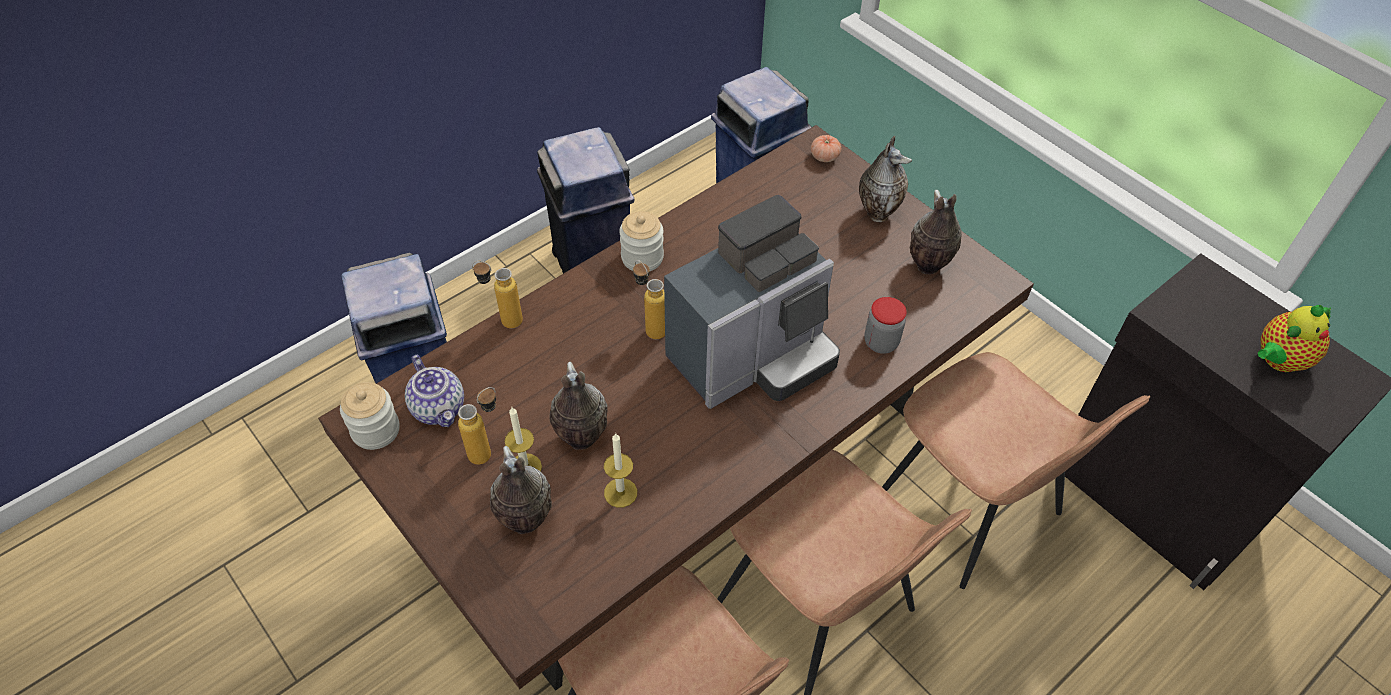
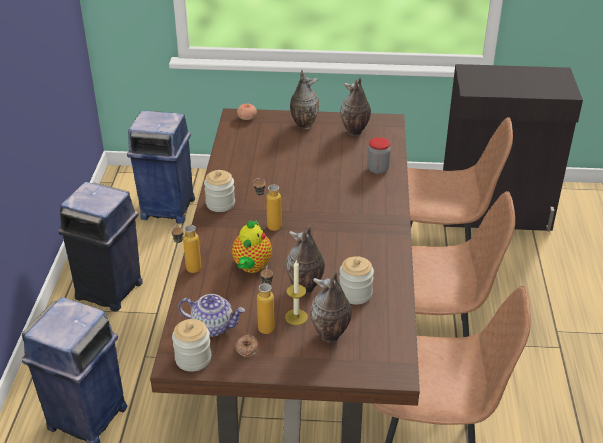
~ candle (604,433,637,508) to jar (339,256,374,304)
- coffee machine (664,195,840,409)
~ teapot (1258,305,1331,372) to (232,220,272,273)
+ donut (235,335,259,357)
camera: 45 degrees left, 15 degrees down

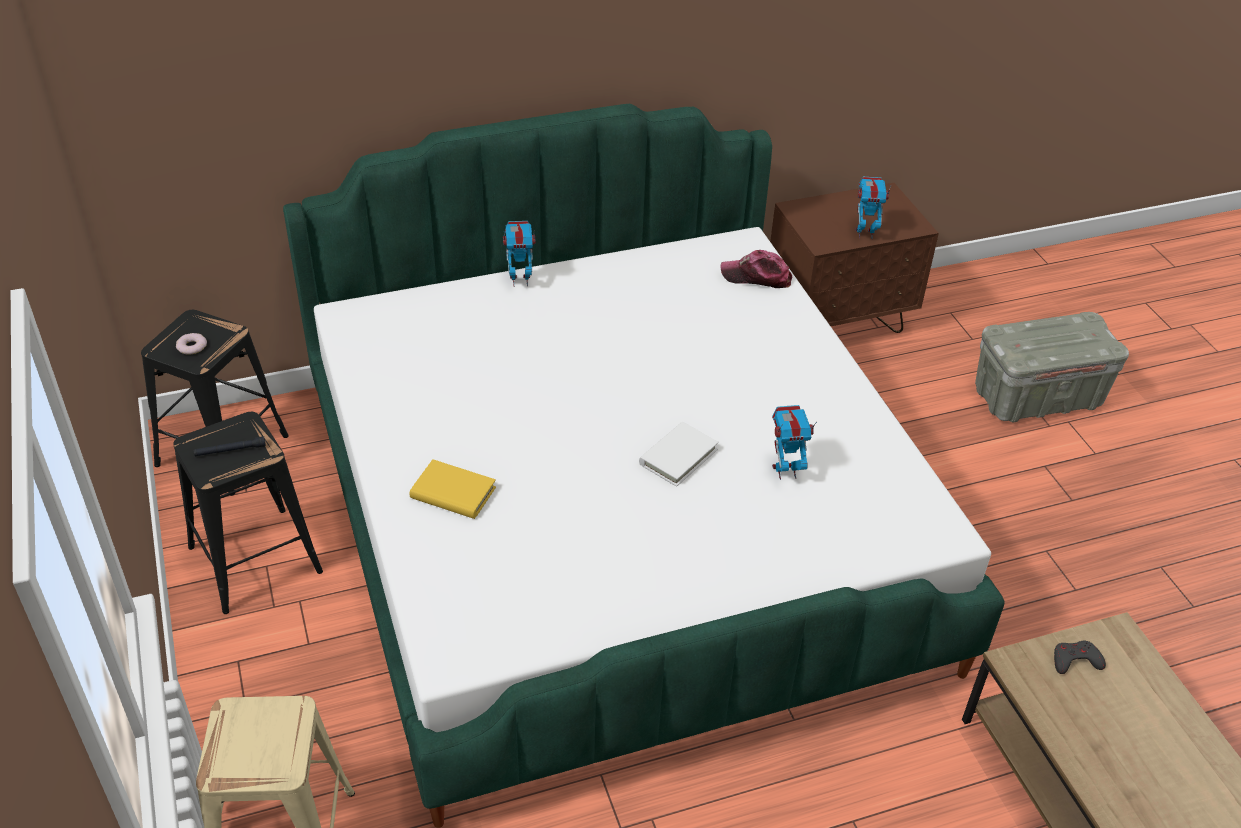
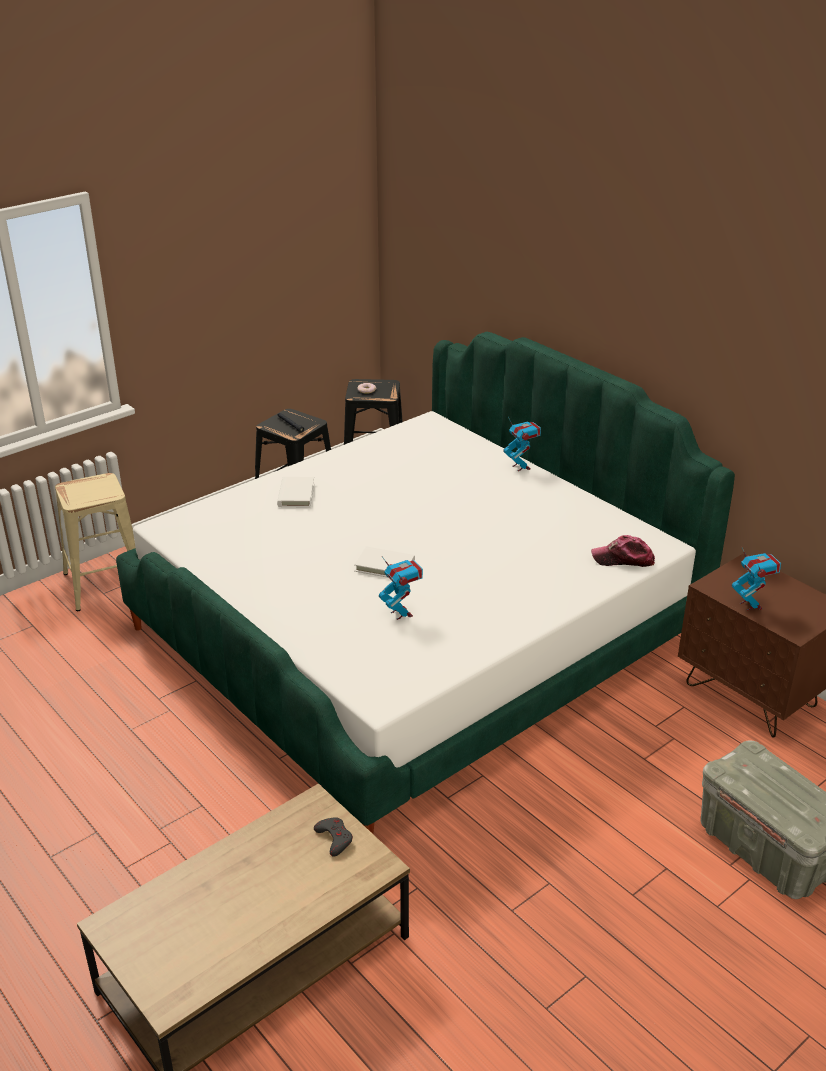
~ yellow book (410,459,496,519) to white book (277,477,315,507)
~ cap (720,250,792,288) = (591,535,655,567) 75 degrees counterclockwise
camera: 70 degrees right, 10 degrees down

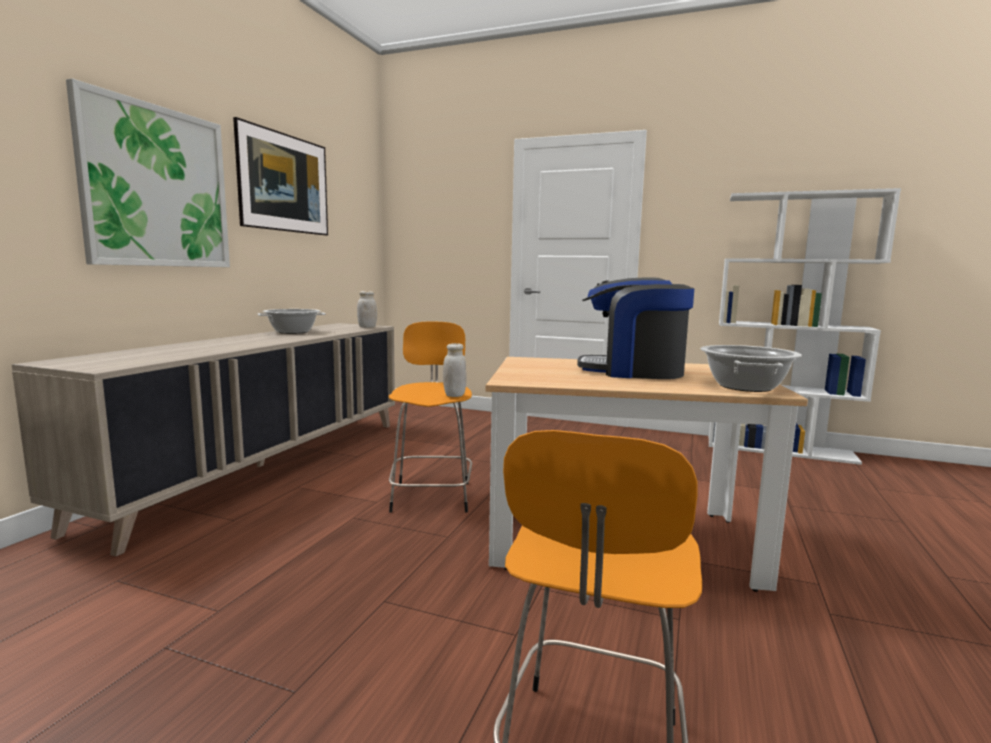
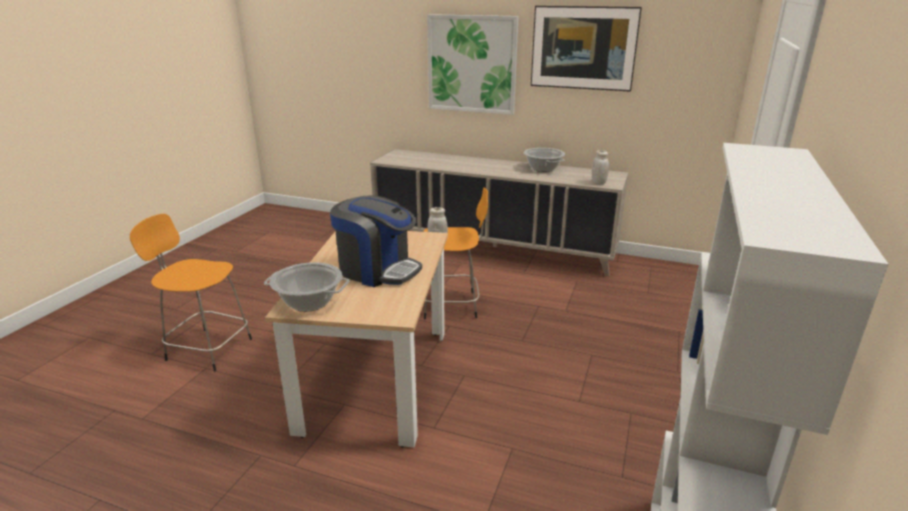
~ coffee machine (577,278,694,379) = (330,195,422,287) 105 degrees clockwise
camera: 90 degrees right, 15 degrees up

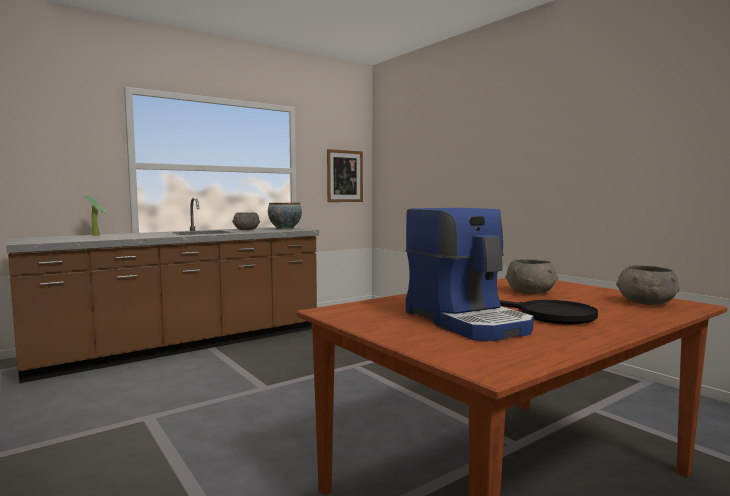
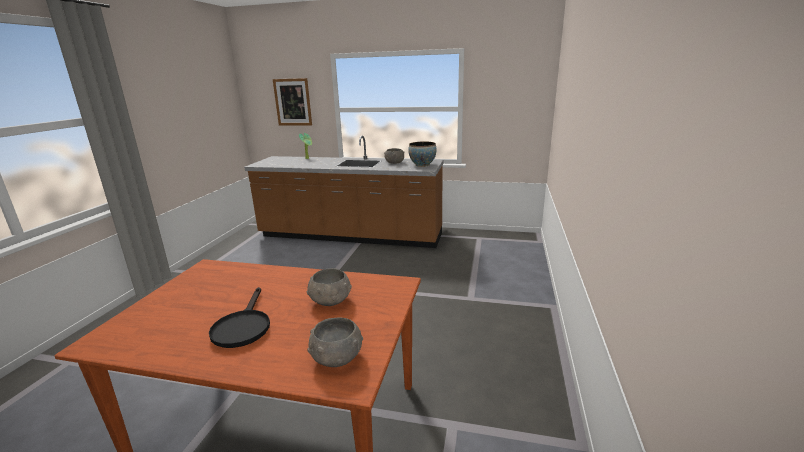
~ picture (327,149,363,202) to (273,78,312,125)
- coffee machine (406,208,534,341)
camera: 50 degrees right, 15 degrees up

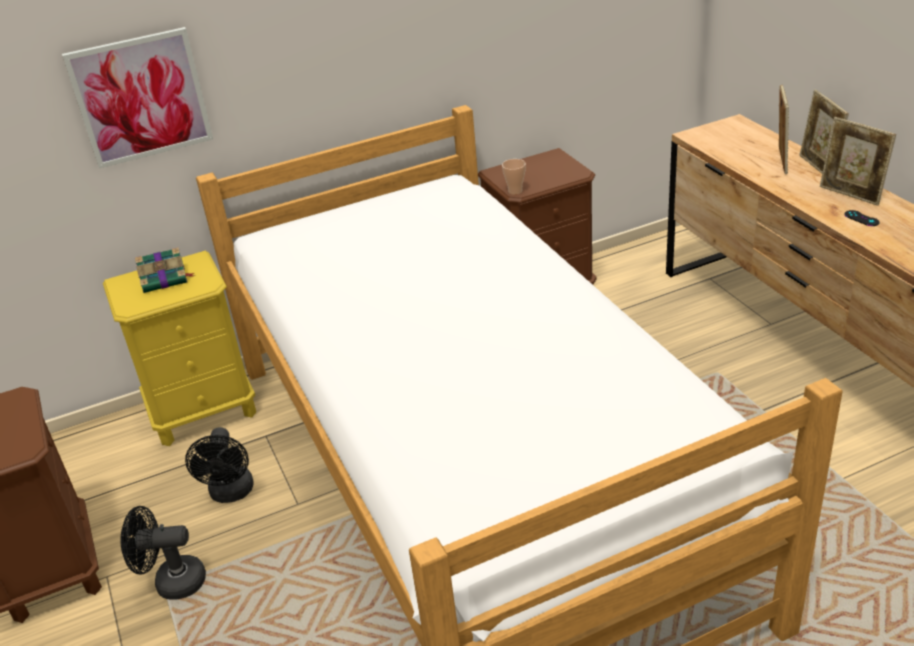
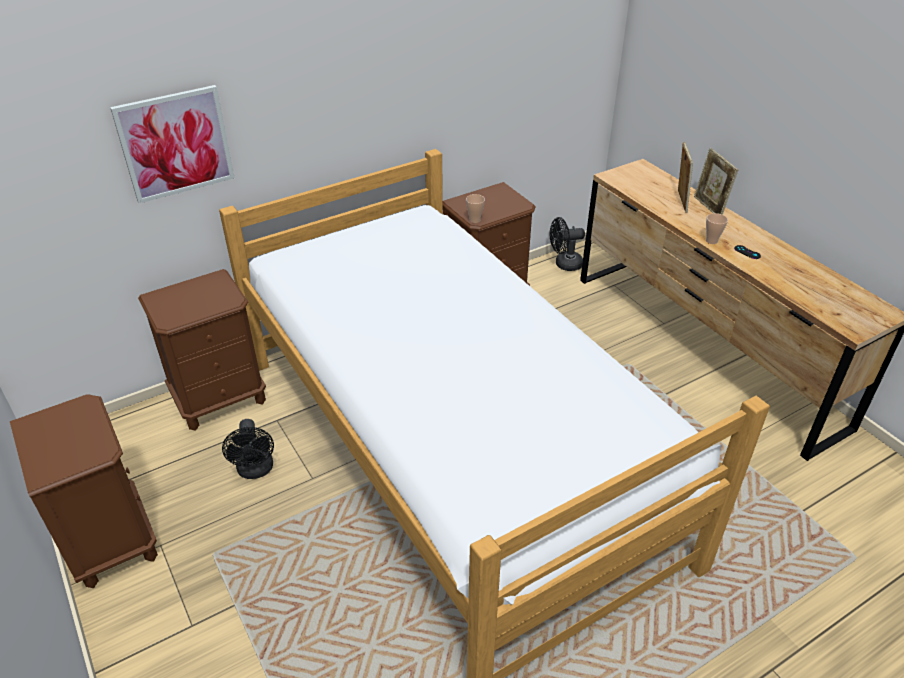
~ yellow nightstand (103,251,256,446) to brown nightstand (138,269,266,431)
~ black fan (120,506,206,600) to (550,217,585,271)
- book (135,247,195,293)
- picture frame (820,117,896,206)
+ cup (706,213,728,244)
camera: 10 degrees left, 5 degrees up

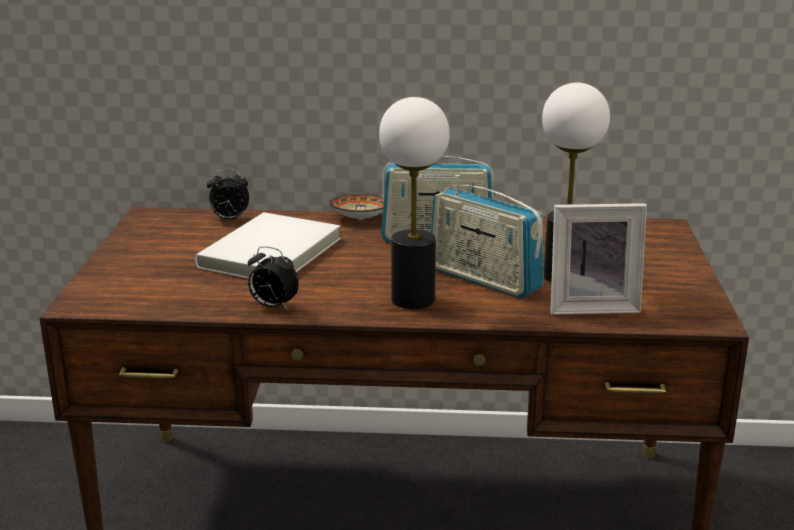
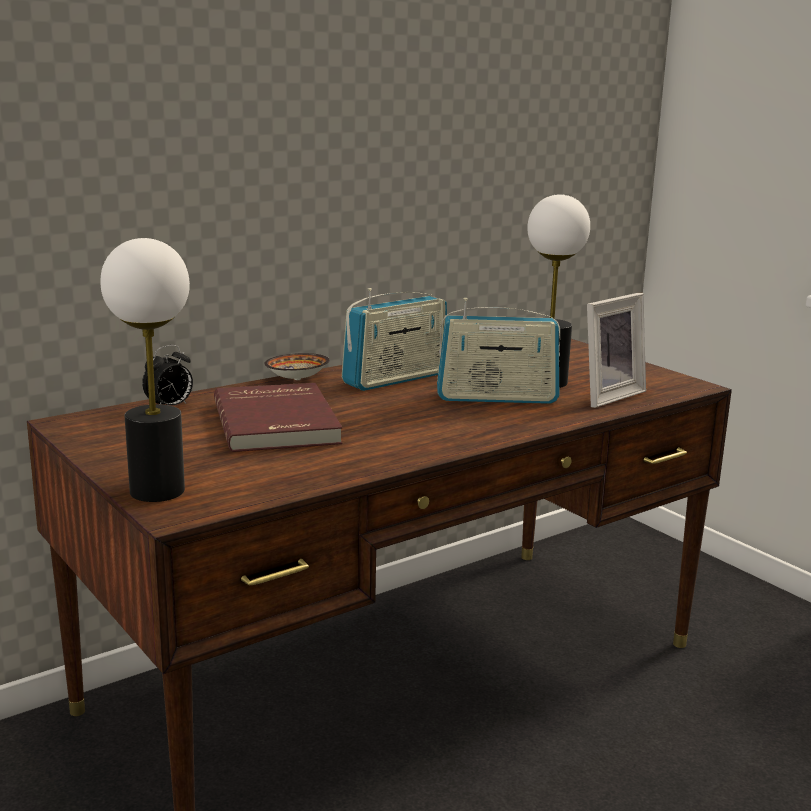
~ white book (195,212,341,279) to red book (214,383,343,452)
- alarm clock (248,246,299,311)
~ table lamp (379,97,450,309) to (101,238,190,502)
camera: 40 degrees left, 5 degrees down

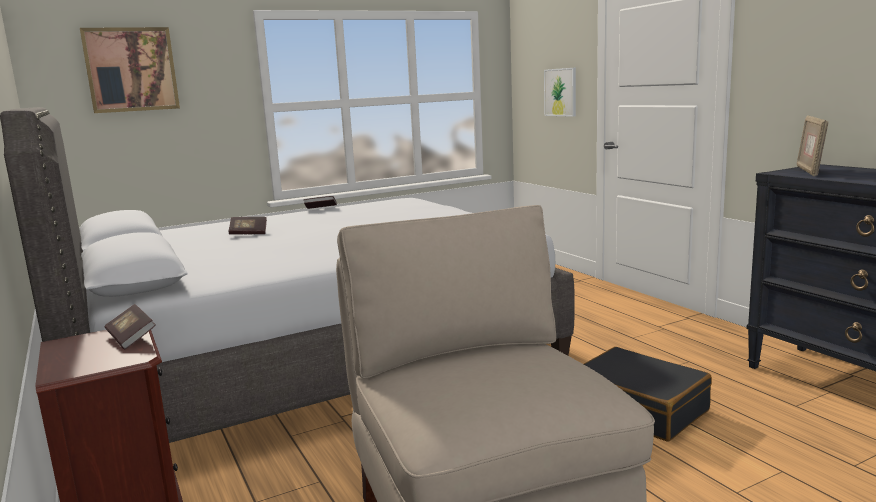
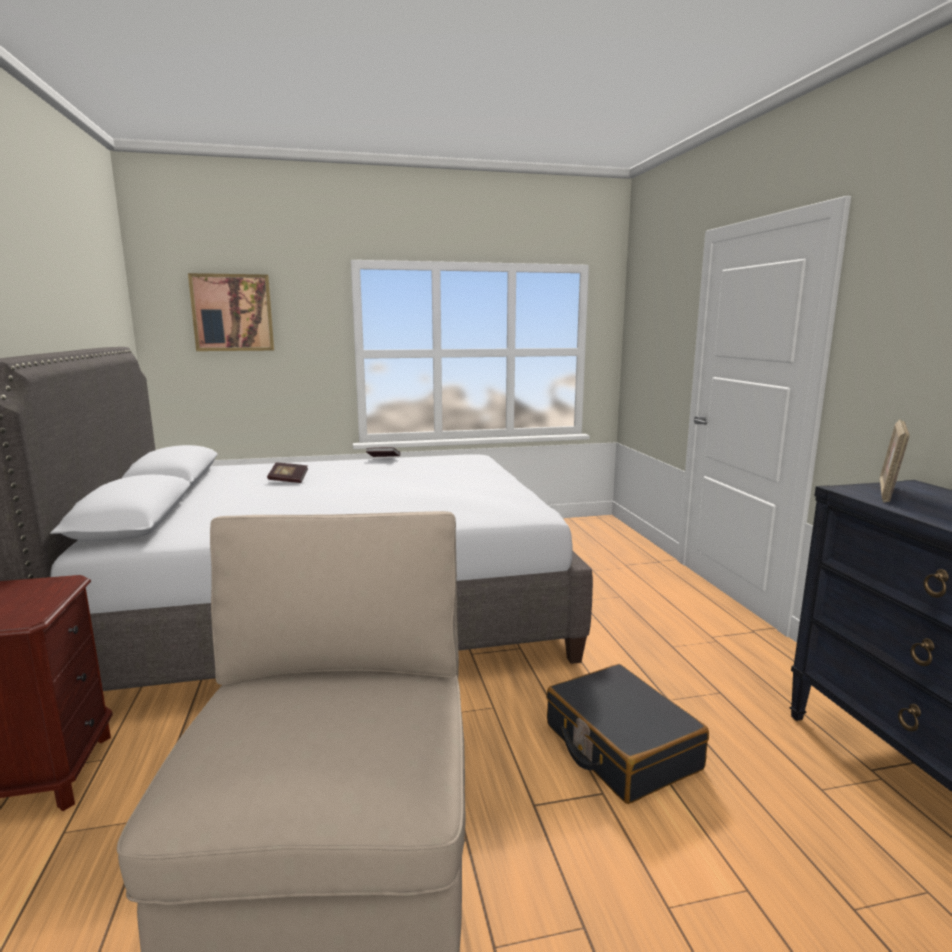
- book (104,304,156,349)
- picture (544,68,576,117)
camera: 15 degrees right, 0 degrees up

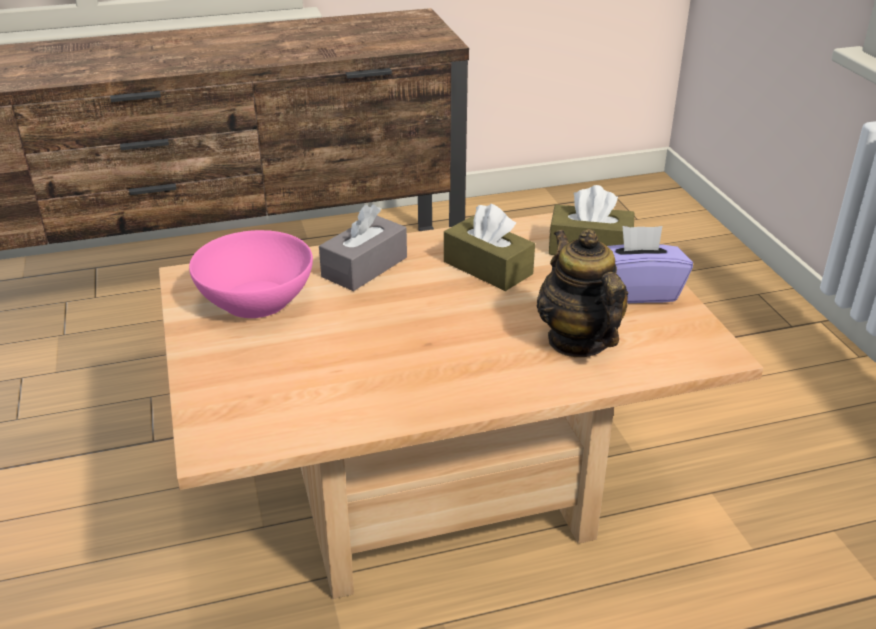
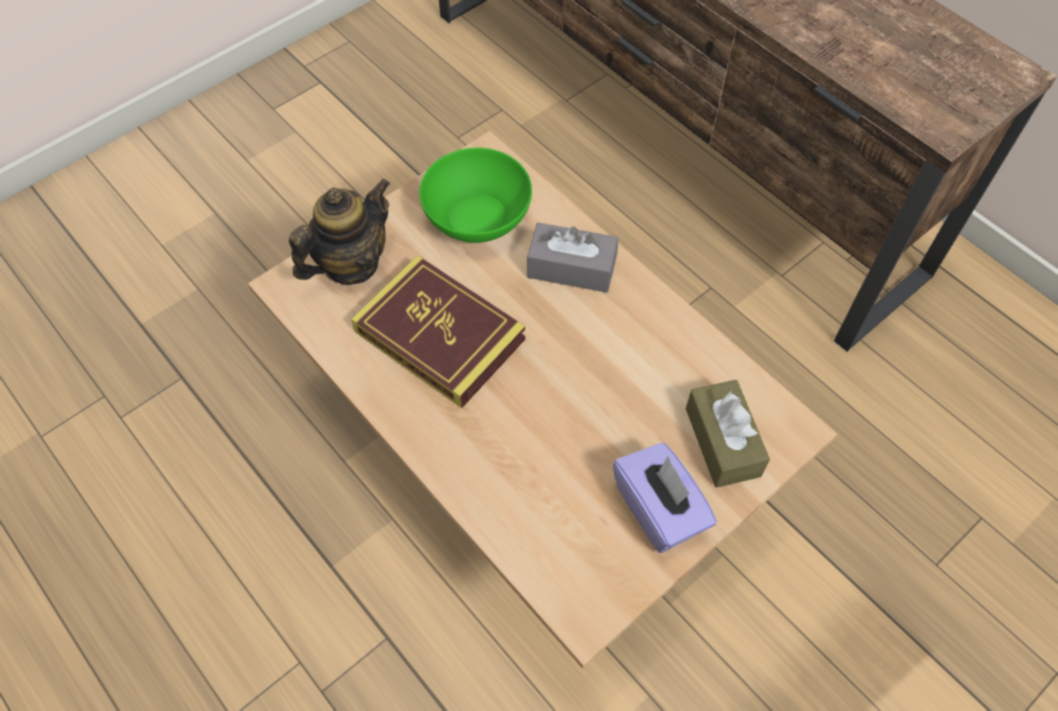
~ pink bowl (189,230,313,318) to green bowl (419,148,532,243)
- brown tissue box (444,204,535,291)
~ teapot (537,229,628,357) to (289,178,390,285)
+ book (351,255,525,408)
camera: 65 degrees right, 25 degrees up

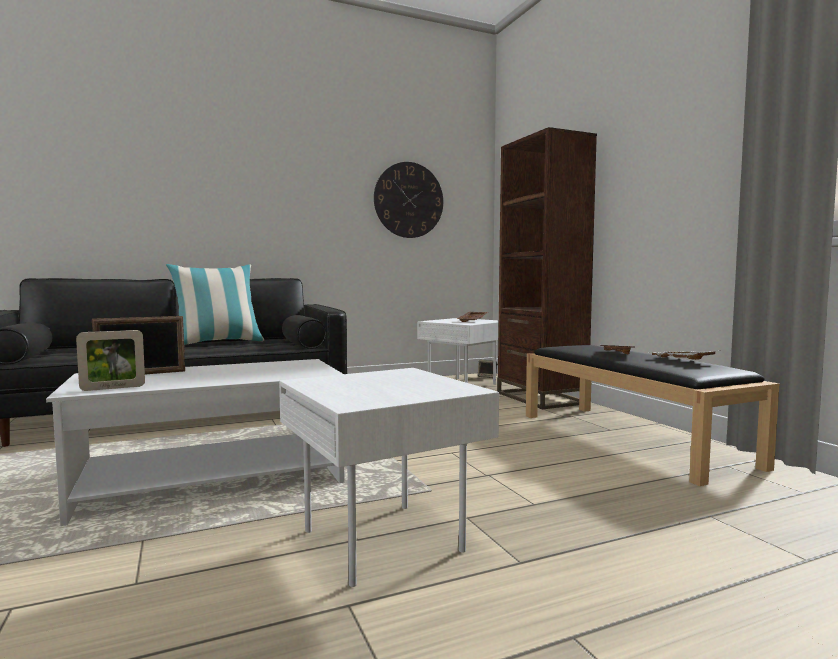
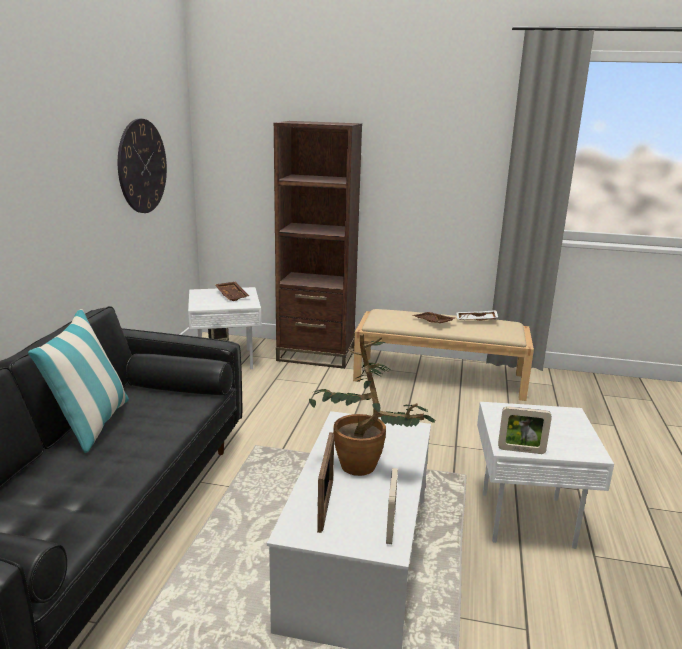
~ black bench (526,345,779,486) to beige bench (353,309,534,401)
+ potted plant (309,333,436,476)
+ picture frame (498,406,552,454)
camera: 55 degrees left, 15 degrees up

